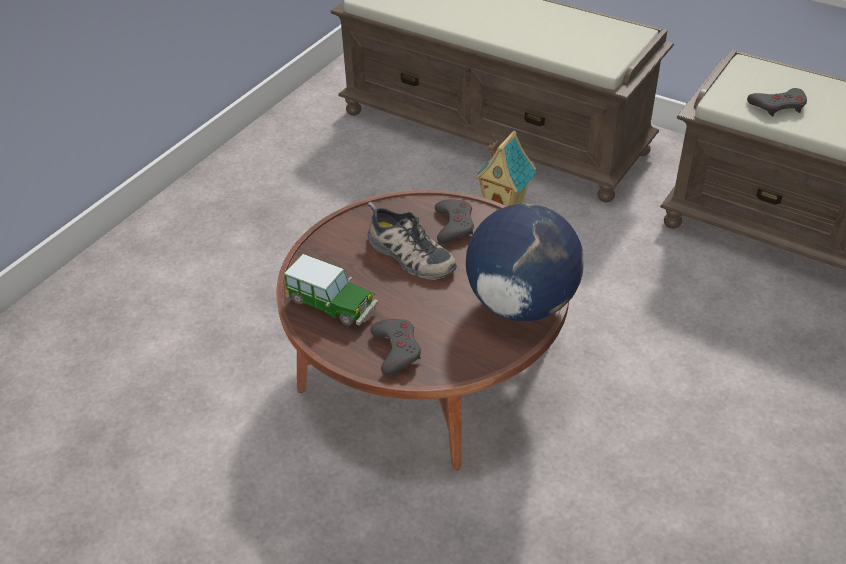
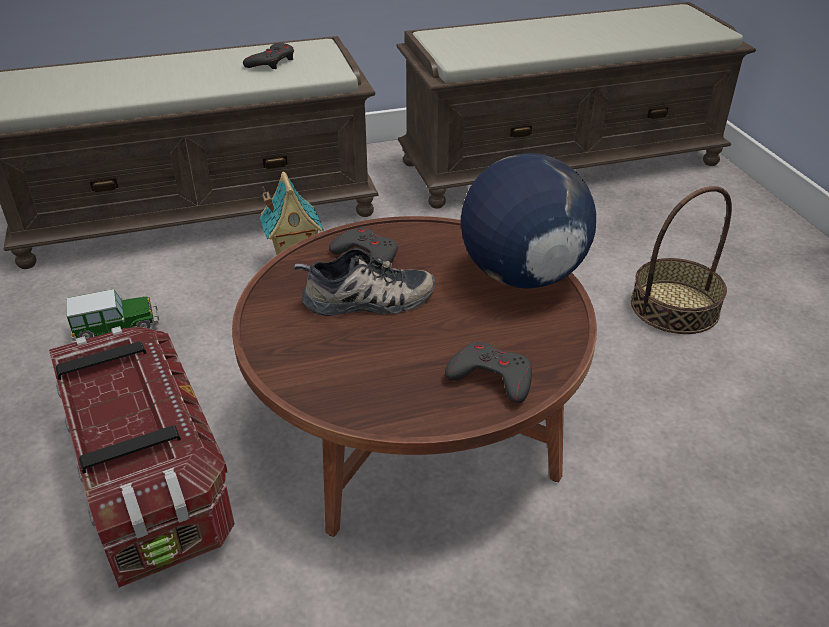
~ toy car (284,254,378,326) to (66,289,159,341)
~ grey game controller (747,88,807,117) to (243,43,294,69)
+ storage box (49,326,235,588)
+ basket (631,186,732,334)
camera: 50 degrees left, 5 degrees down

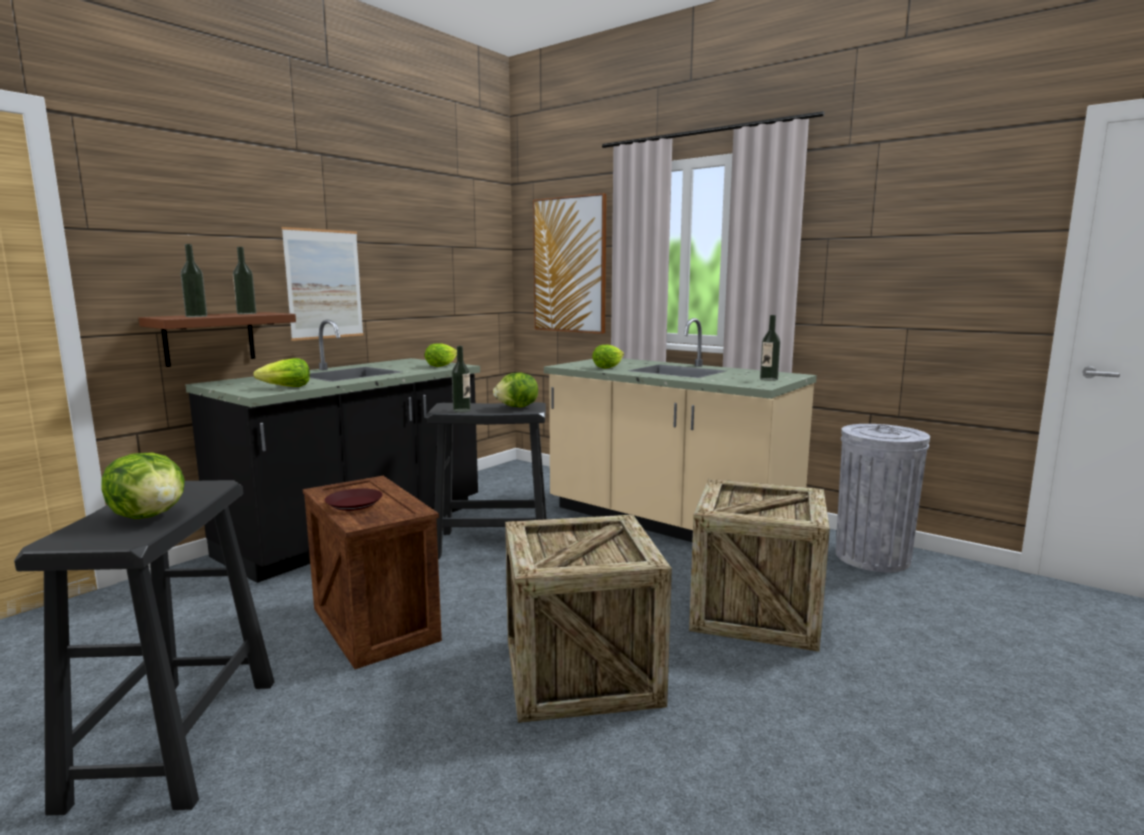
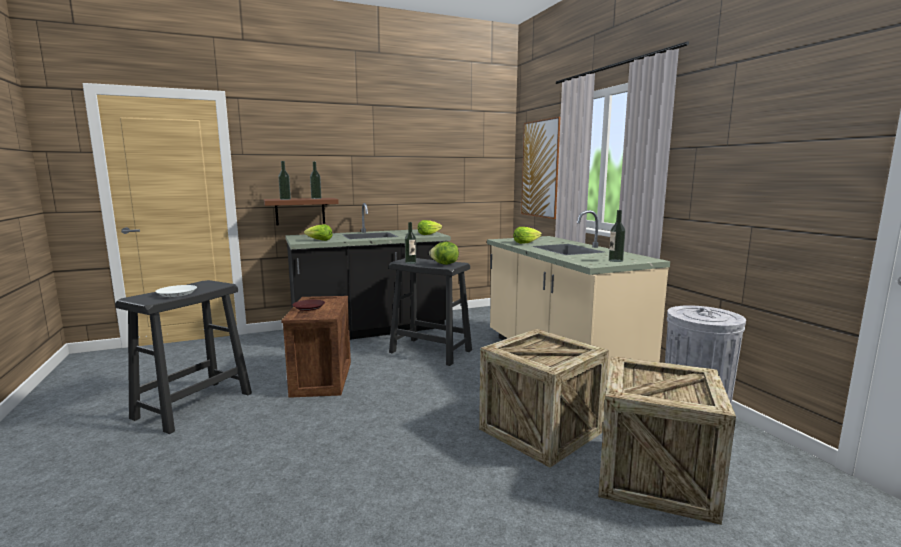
~ lettuce (102,453,185,519) to white plate (155,285,197,297)
- picture (282,227,364,341)
~ crate (505,515,672,723) to (598,356,736,525)
camera: 30 degrees right, 0 degrees up

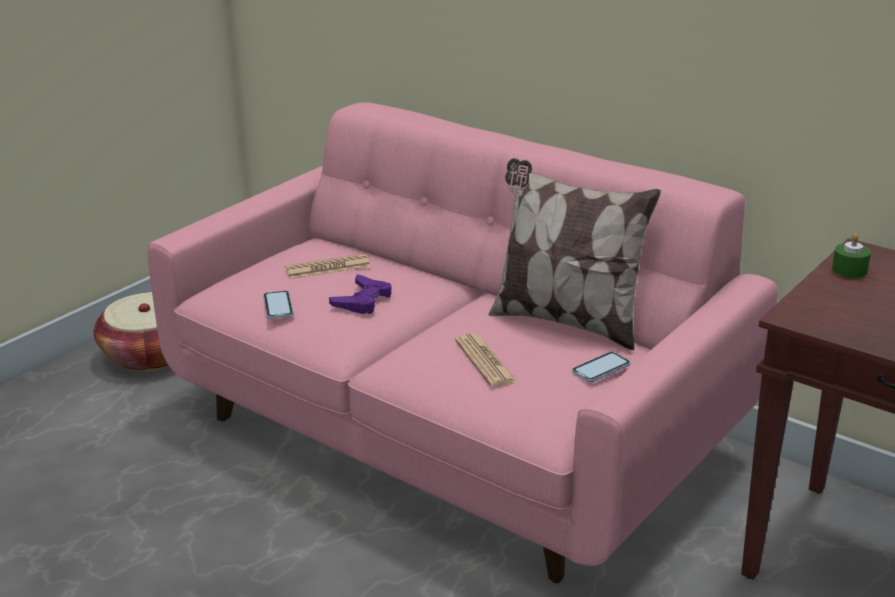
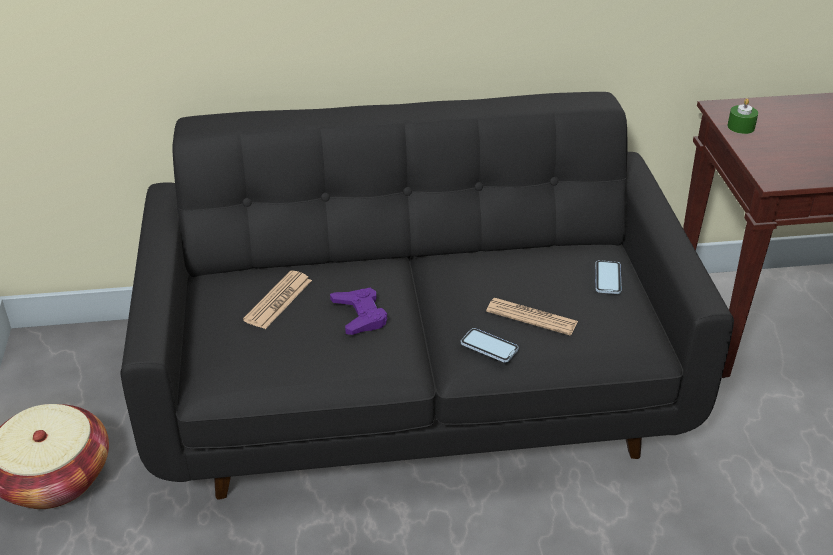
~ pink sofa (147,102,777,583) to black sofa (121,92,734,500)
~ phone (263,291,294,319) to (461,328,519,363)
- pillow (488,158,661,350)
camera: 45 degrees left, 10 degrees up

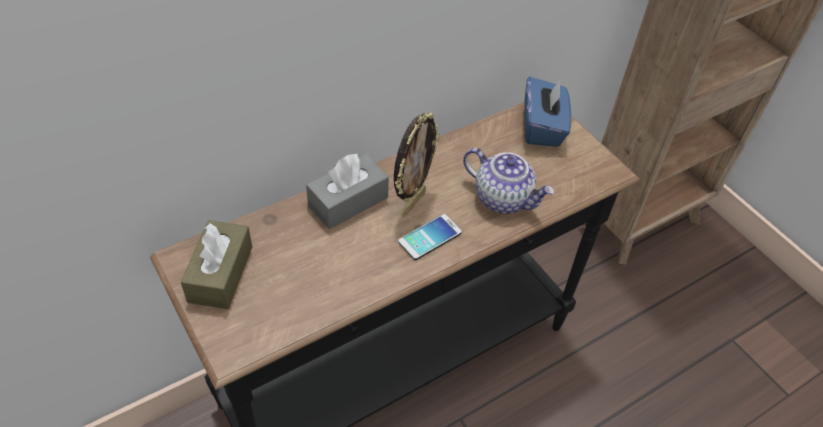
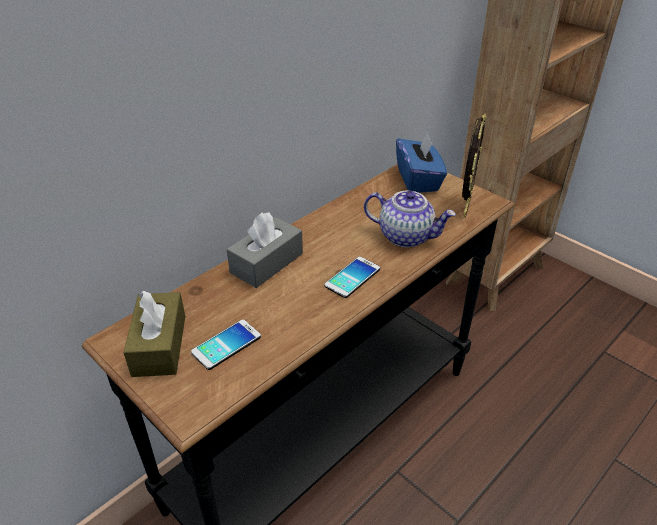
~ picture frame (394,112,440,217) to (462,114,486,218)
+ phone (191,320,261,370)
camera: 10 degrees left, 10 degrees down

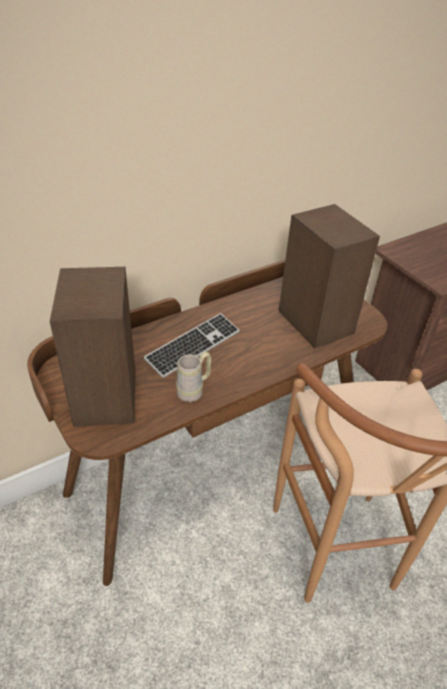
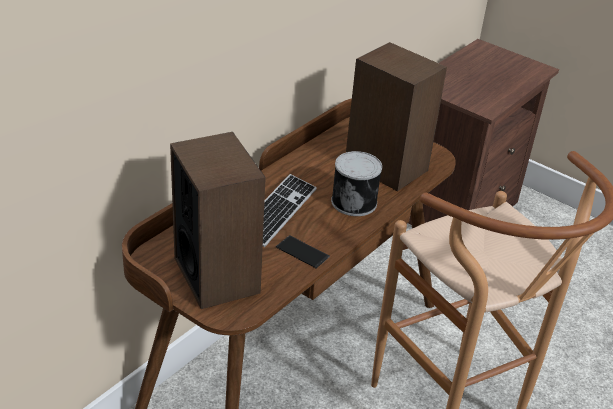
~ beige mug (176,352,211,402) to phone (276,235,330,268)
+ can (331,151,382,216)
camera: 20 degrees left, 5 degrees down

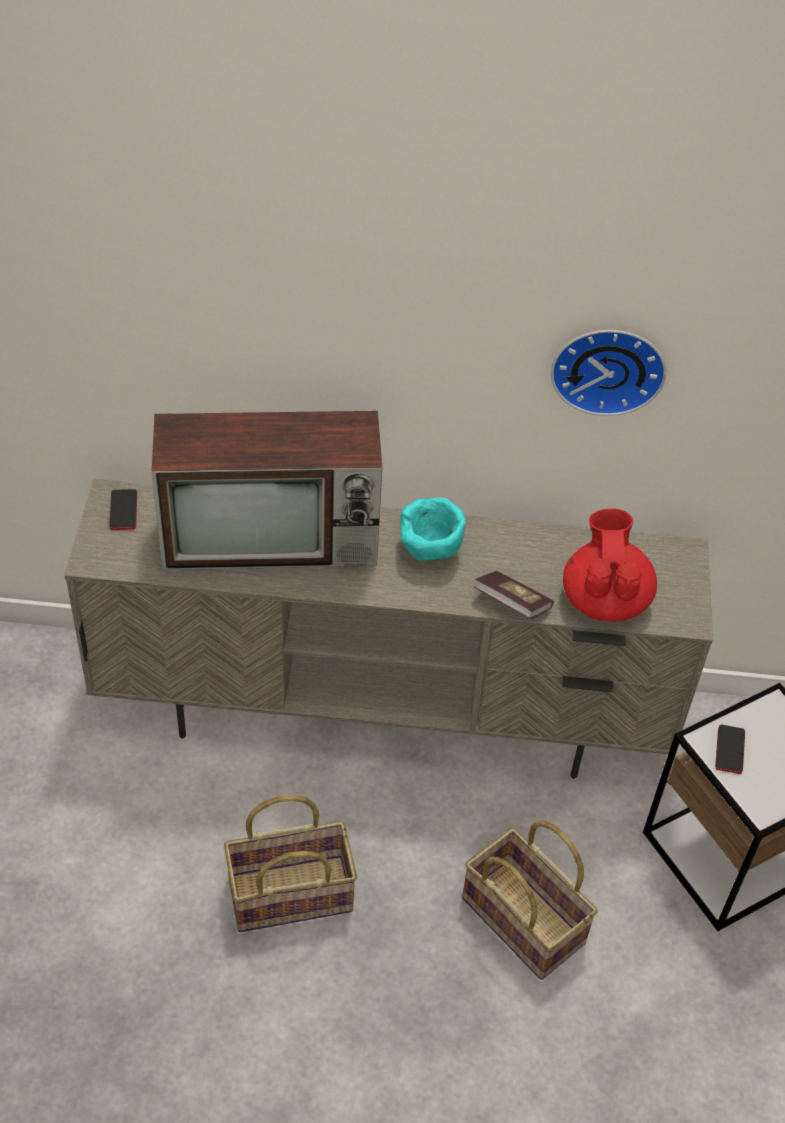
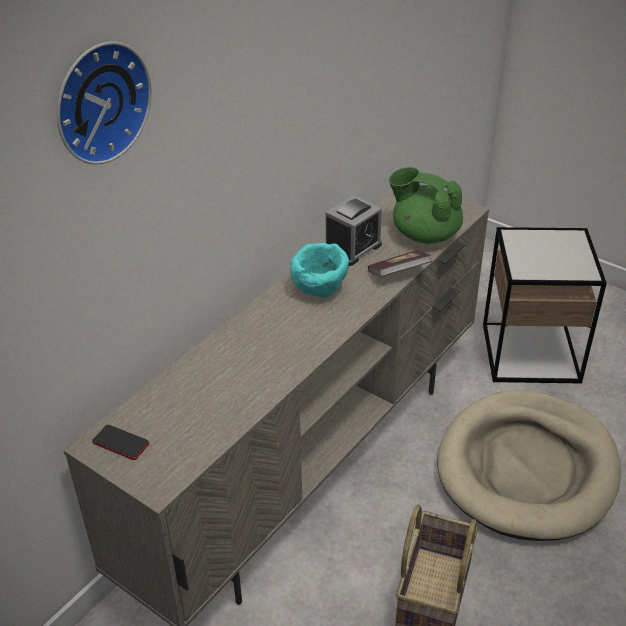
- television (152,411,382,570)
~ basket (462,821,598,980) to beige dog bed (437,390,621,541)
~ wall clock (551,330,666,416) to (57,42,151,165)
~ red teapot (563,508,657,622) to green teapot (389,167,463,244)
- phone (715,724,745,774)
+ alarm clock (326,195,382,266)
camera: 55 degrees left, 10 degrees down

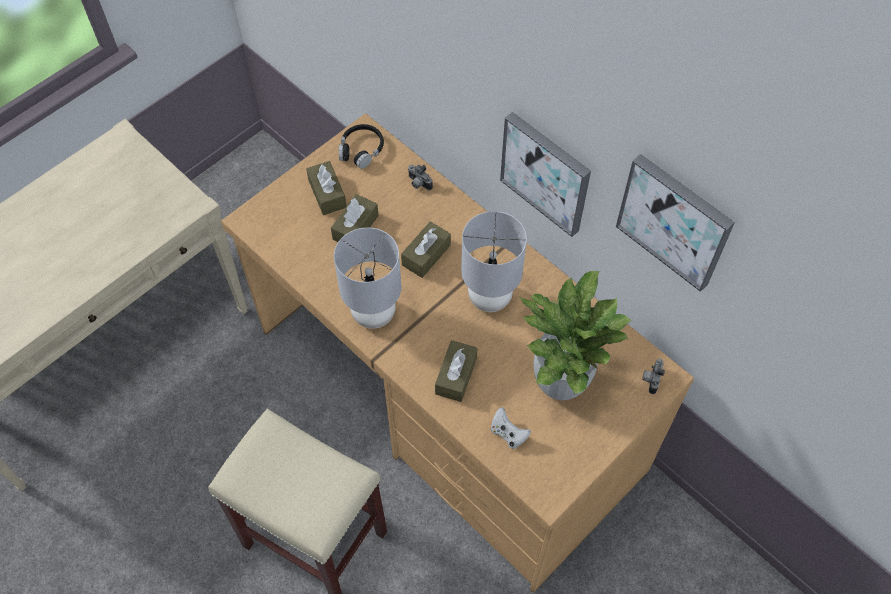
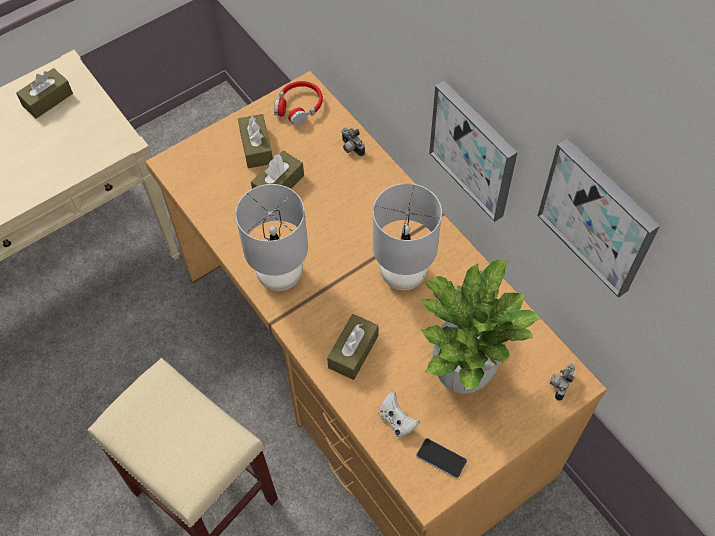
~ black headphones (339,124,384,169) to red headphones (274,81,323,126)
~ brown tissue box (401,221,451,278) to (16,68,73,119)
+ phone (416,438,467,479)
camera: 10 degrees right, 0 degrees up

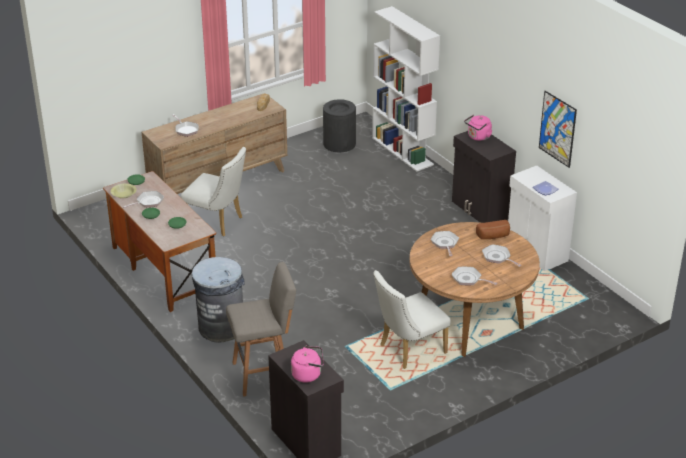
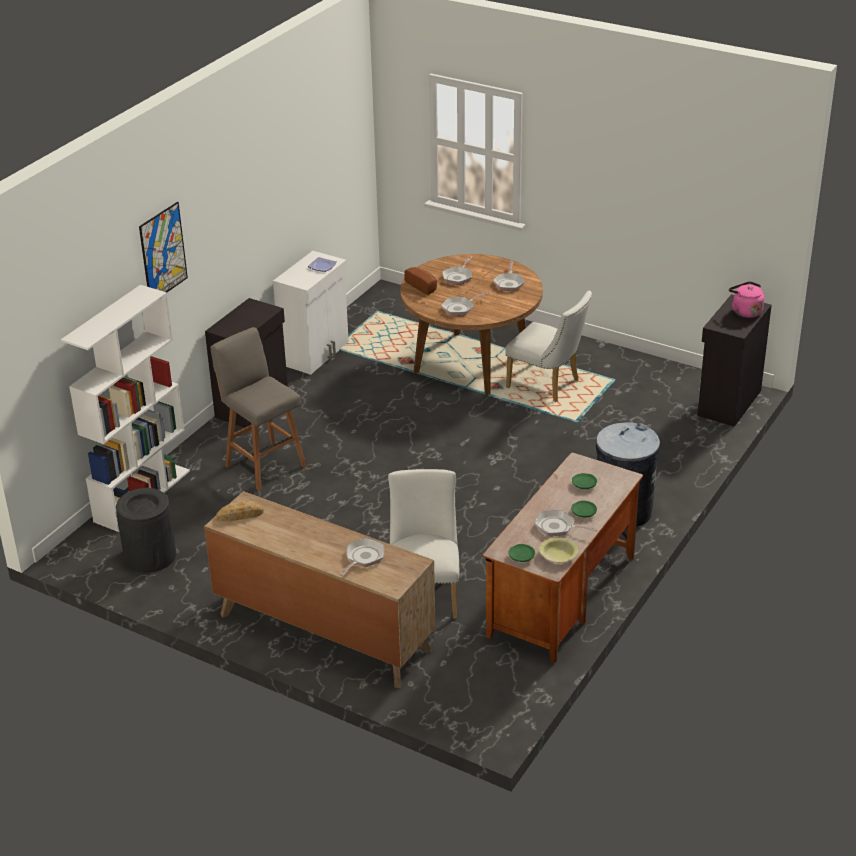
~ grey stool (226,262,296,397) to (210,327,306,491)
- pink kettle (464,115,492,141)
~ picture (539,91,577,168) to (139,202,188,292)
camera: 115 degrees left, 0 degrees up

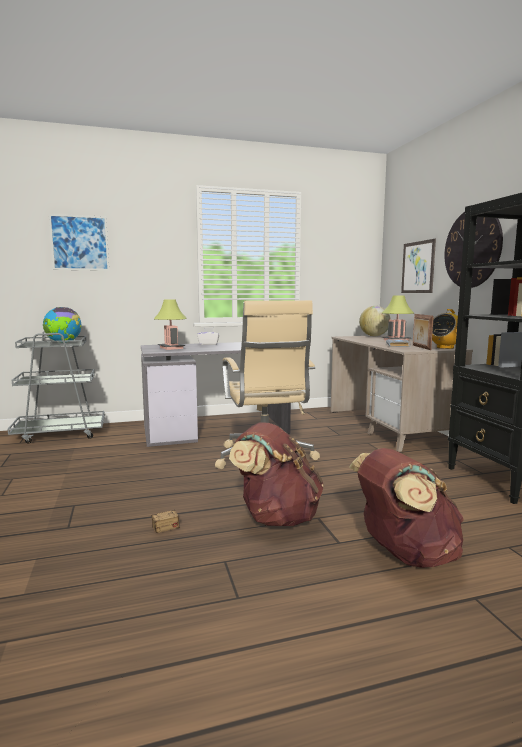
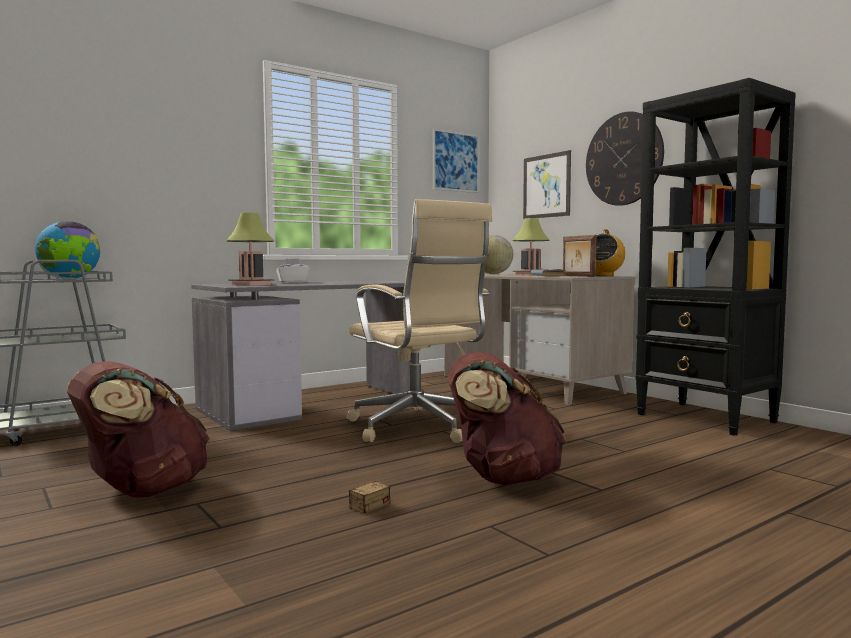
~ picture (49,214,109,271) to (433,128,479,193)
~ brown backpack (349,448,464,568) to (67,361,210,497)
camera: 20 degrees left, 5 degrees down

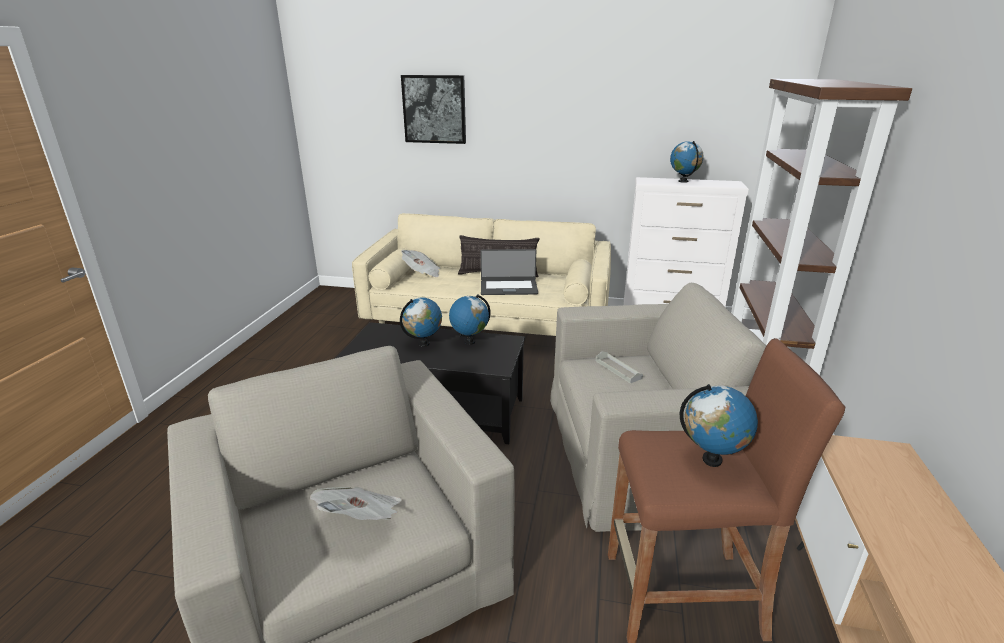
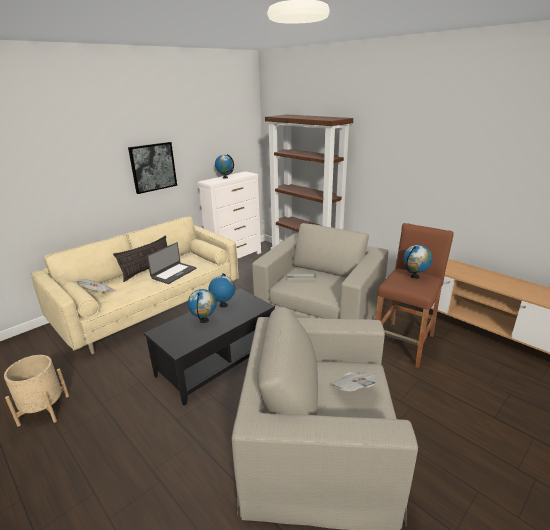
~ picture (401,75,466,144) to (128,142,177,194)
+ beige planter (4,355,69,427)
camera: 55 degrees left, 0 degrees up

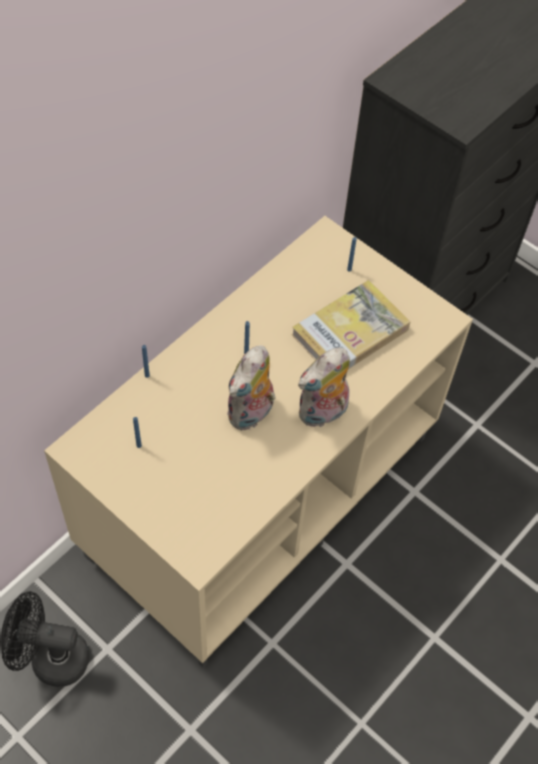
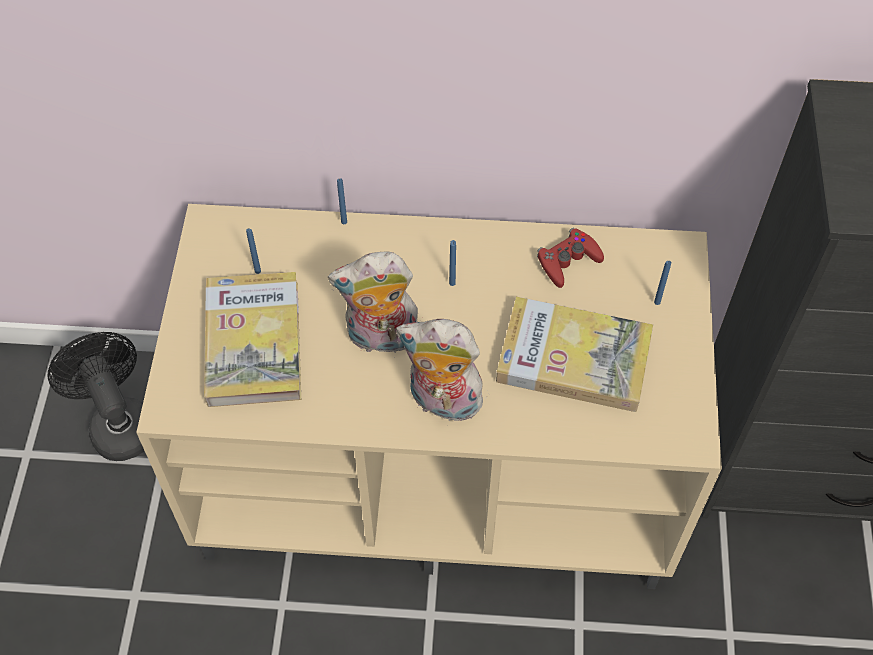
+ book (204,272,301,407)
+ red game controller (537,228,604,288)
camera: 55 degrees right, 0 degrees up

